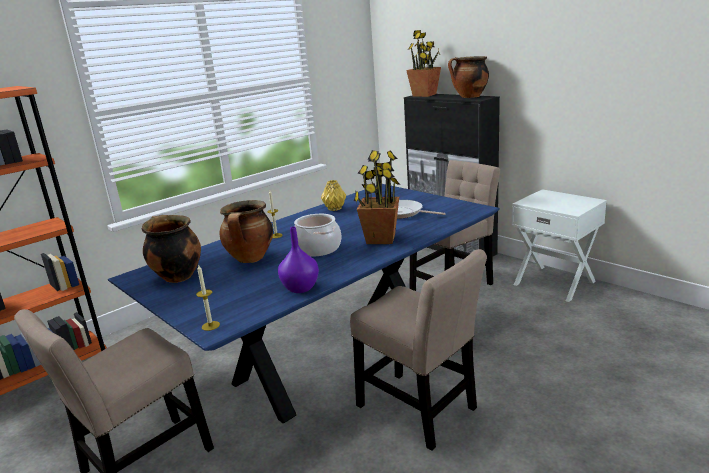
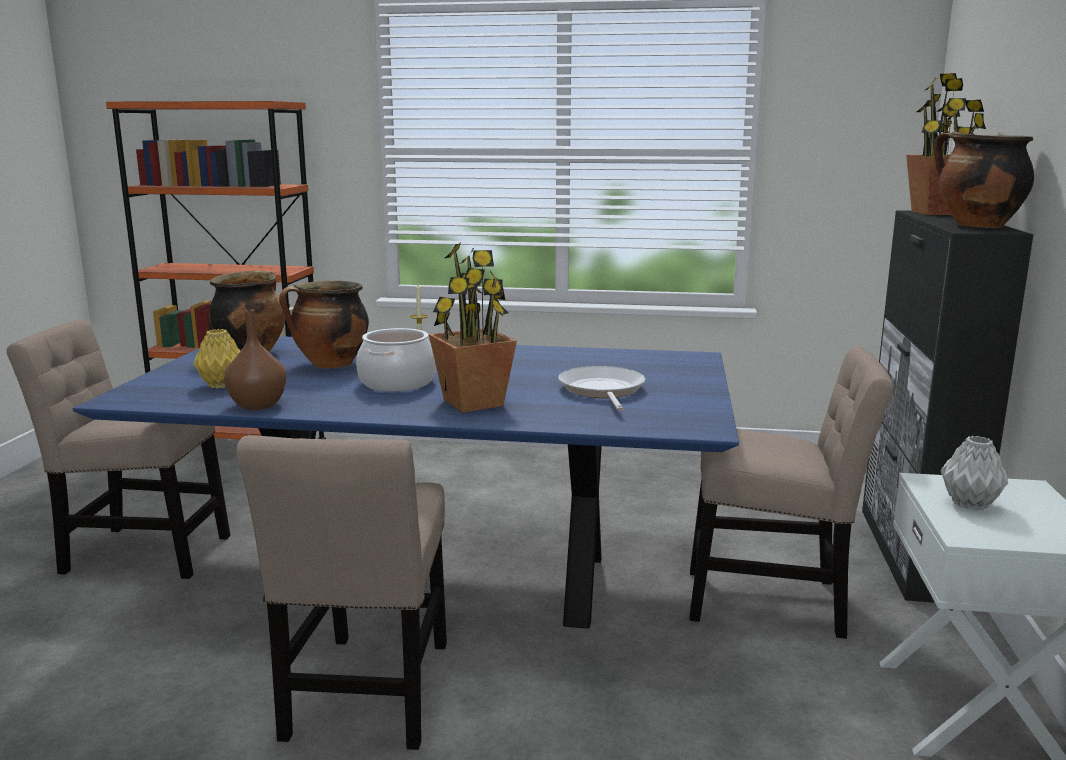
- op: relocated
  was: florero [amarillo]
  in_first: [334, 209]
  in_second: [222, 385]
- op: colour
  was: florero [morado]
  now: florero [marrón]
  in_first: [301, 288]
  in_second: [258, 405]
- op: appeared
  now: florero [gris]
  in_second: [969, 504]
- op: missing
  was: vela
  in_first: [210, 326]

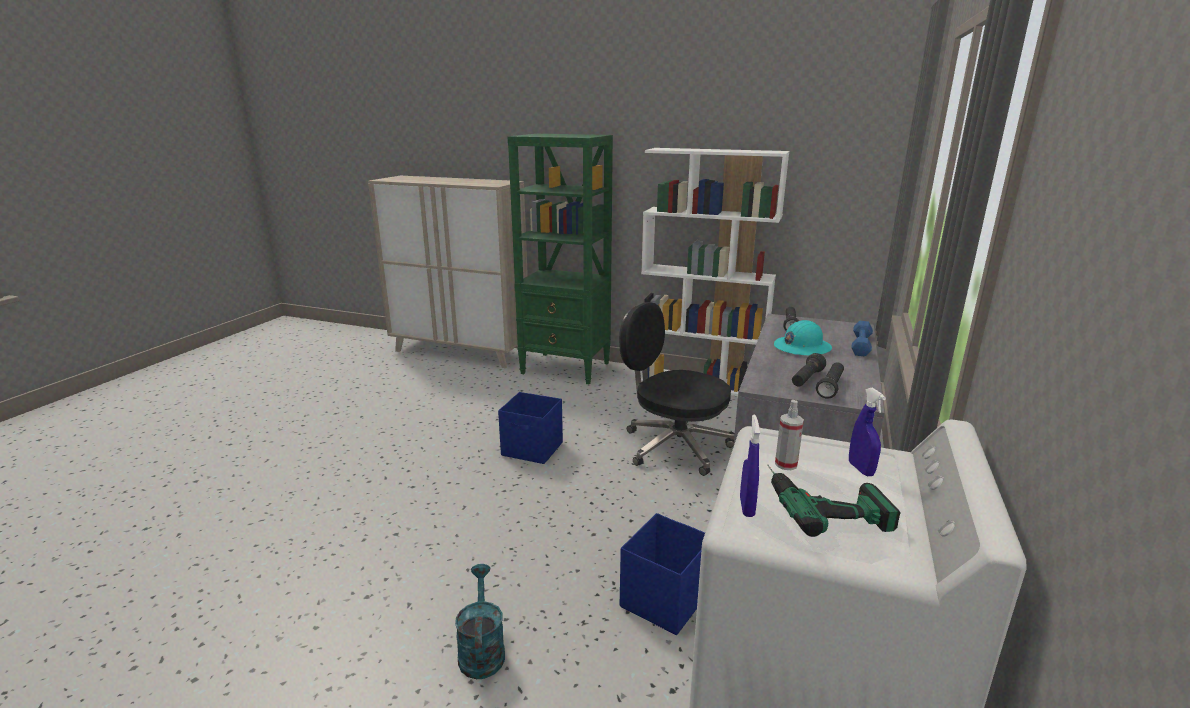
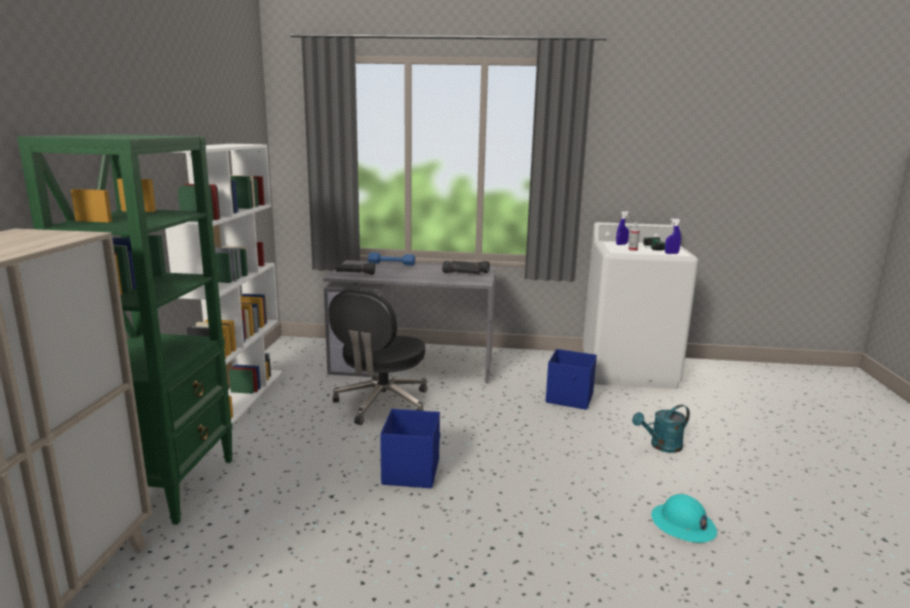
- op: relocated
  was: casco [turquesa]
  in_first: [801, 347]
  in_second: [683, 525]

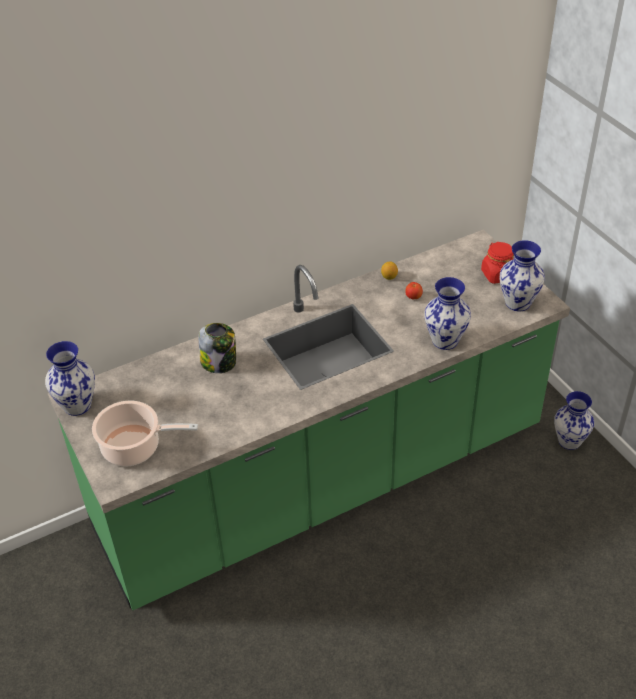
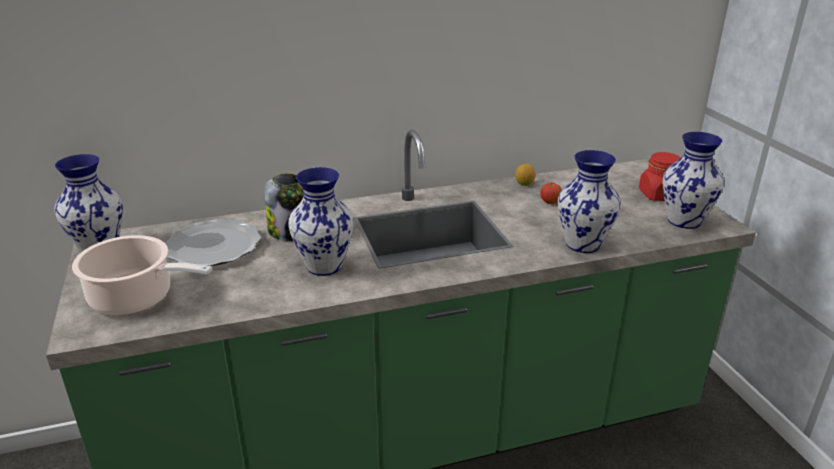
- op: appeared
  now: plato
  in_second: [213, 247]
- op: relocated
  was: florero
  in_first: [568, 441]
  in_second: [323, 265]

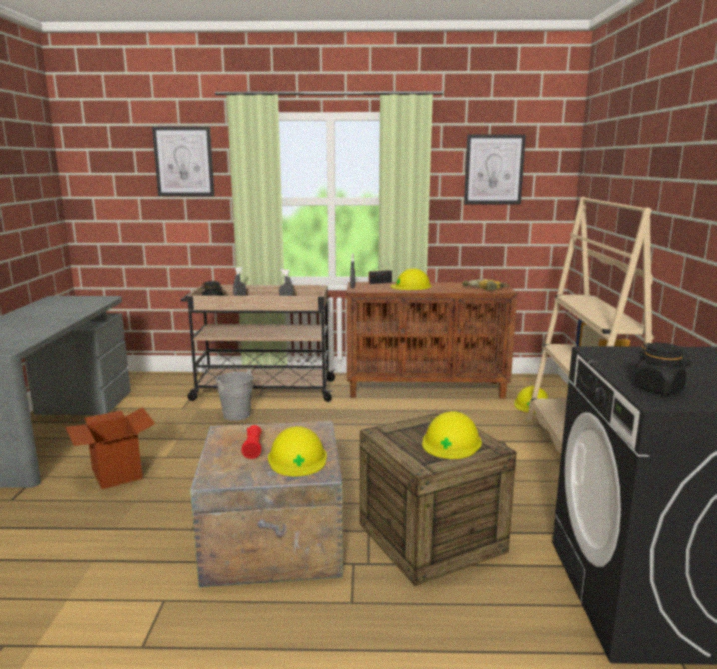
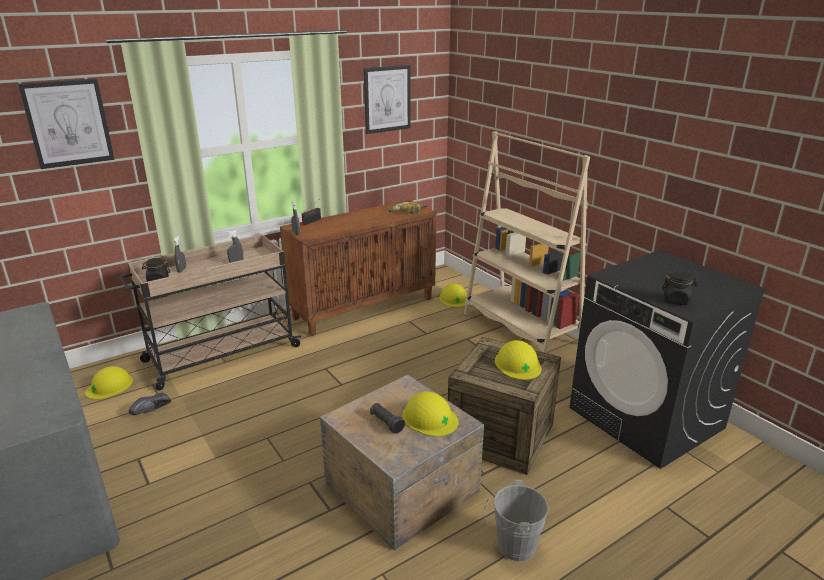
- op: relocated
  was: casco [amarillo]
  in_first: [411, 286]
  in_second: [109, 386]
- op: appeared
  now: zapato [negro]
  in_second: [153, 410]
- op: colour
  was: linterna [rojo]
  now: linterna [negro]
  in_first: [253, 448]
  in_second: [386, 423]
- op: relocated
  was: cubo [gris]
  in_first: [234, 414]
  in_second: [511, 545]
- op: missing
  was: caja de cartón
  in_first: [116, 473]

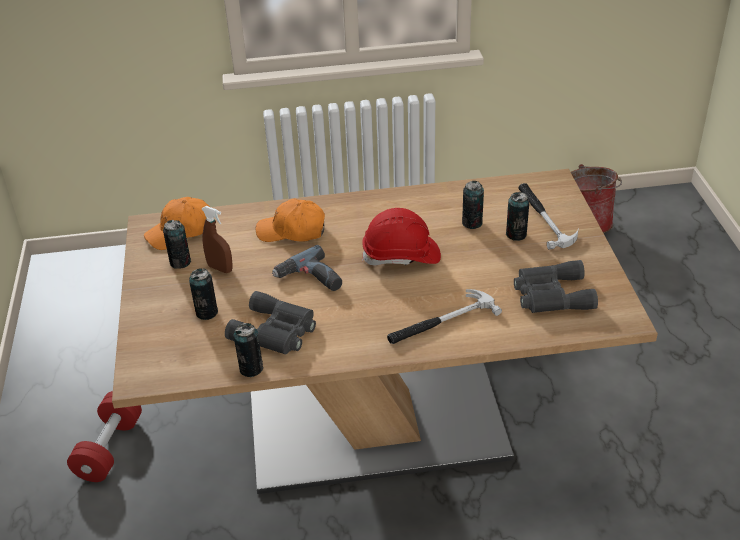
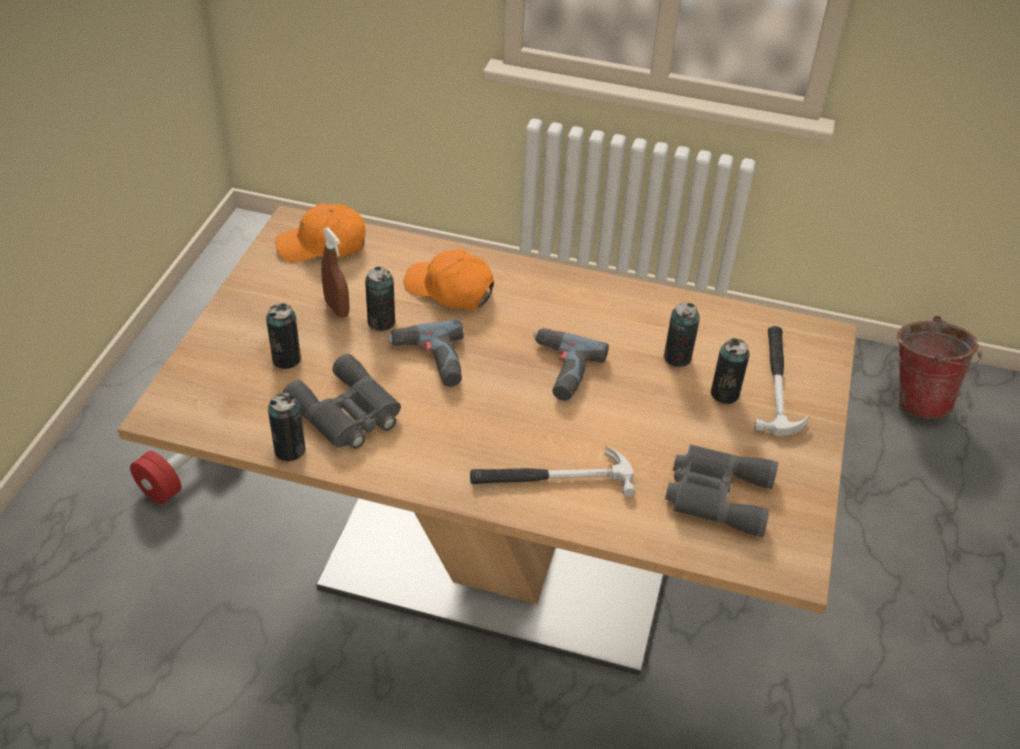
- op: relocated
  was: lata
  in_first: [180, 262]
  in_second: [381, 322]
- op: exchanged
  was: casco [rojo]
  now: taladro
  in_first: [401, 256]
  in_second: [559, 370]

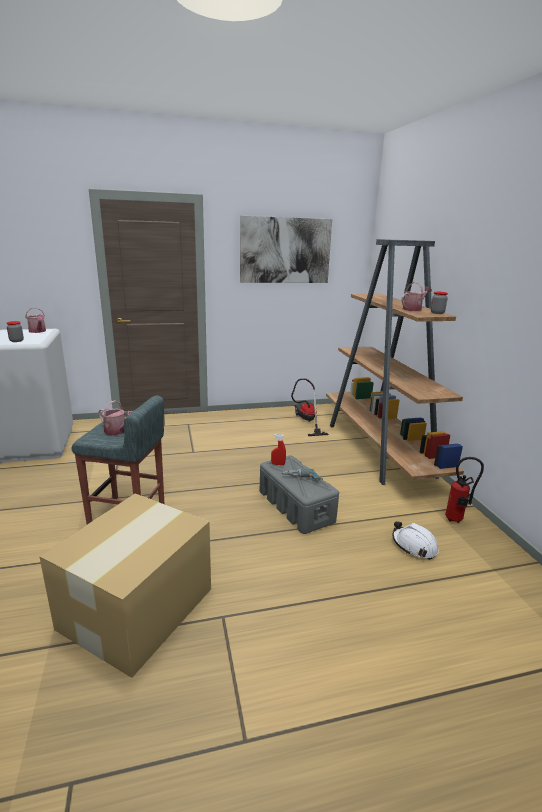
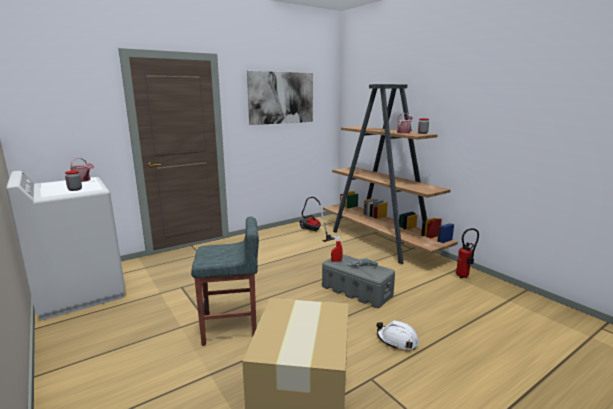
- op: relocated
  was: casco [blanco]
  in_first: [414, 546]
  in_second: [397, 340]
- op: missing
  was: regadera
  in_first: [118, 431]

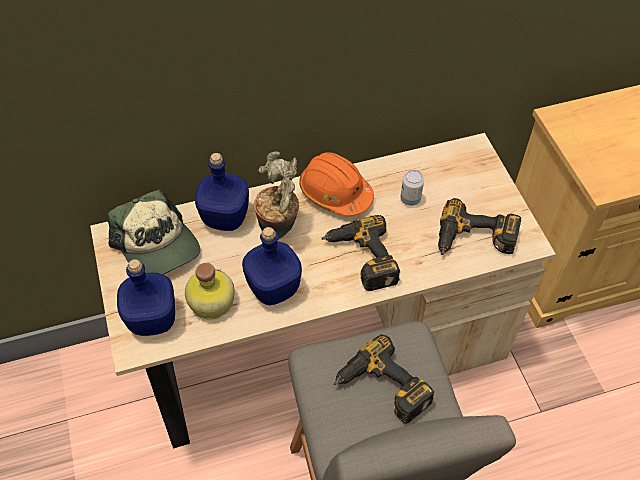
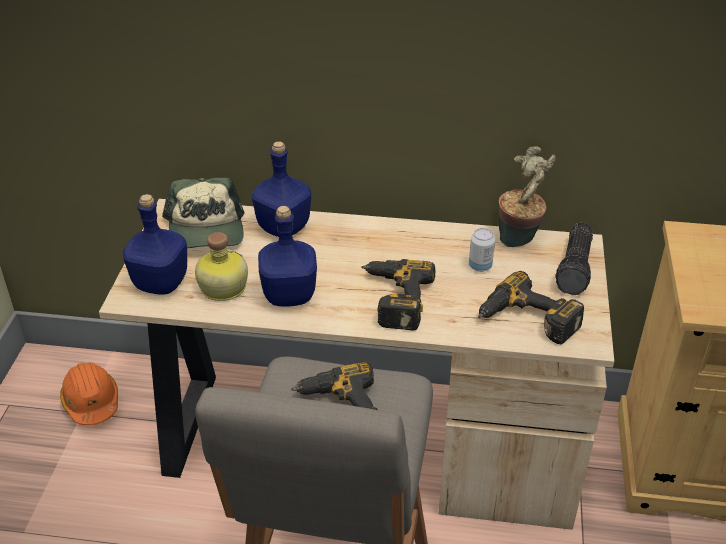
- op: relocated
  was: casco [naranja]
  in_first: [335, 193]
  in_second: [91, 402]
- op: relocated
  was: planta en maceta
  in_first: [280, 229]
  in_second: [520, 240]
- op: appeared
  now: linterna
  in_second: [576, 268]

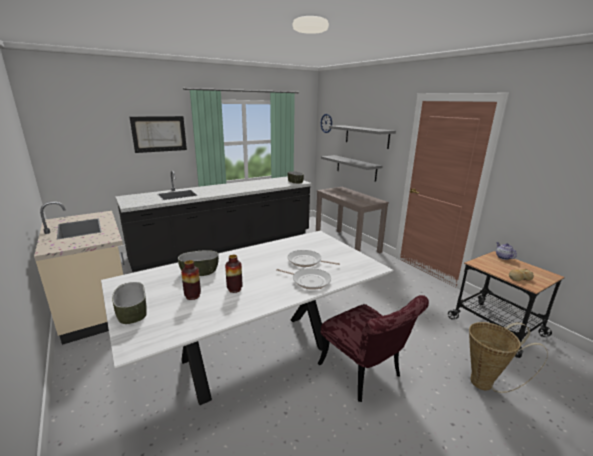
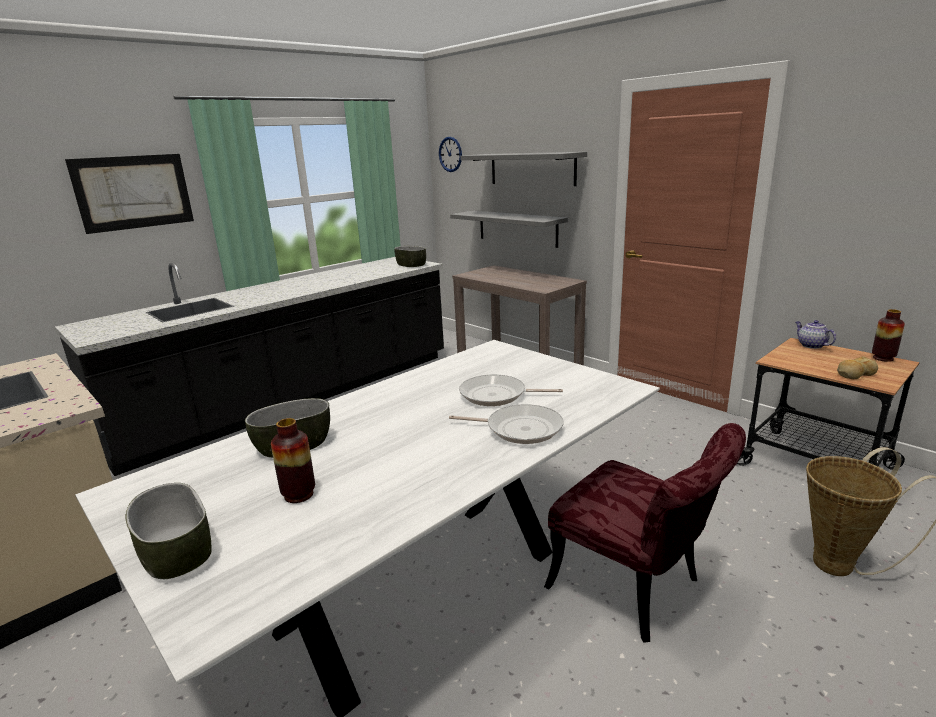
- op: relocated
  was: florero
  in_first: [234, 289]
  in_second: [883, 358]

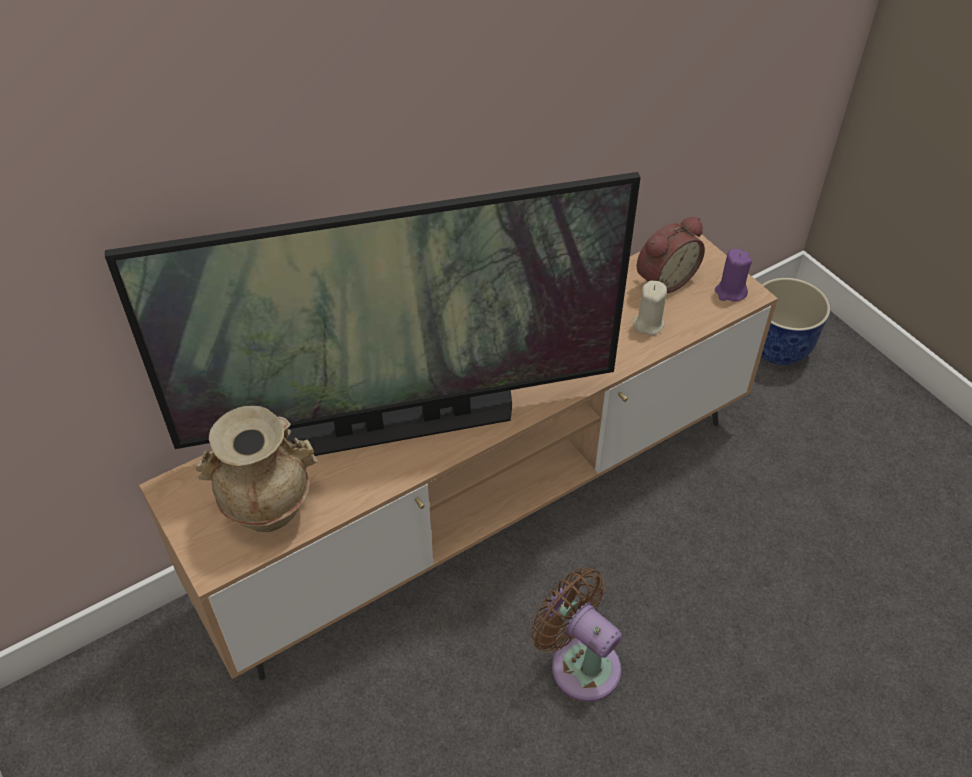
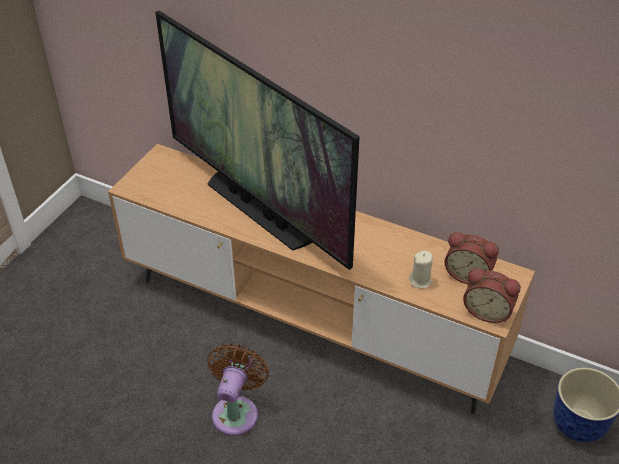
- op: exchanged
  was: vela [morado]
  now: despertador
  in_first: [730, 292]
  in_second: [488, 310]
- op: missing
  was: florero [beis]
  in_first: [268, 509]

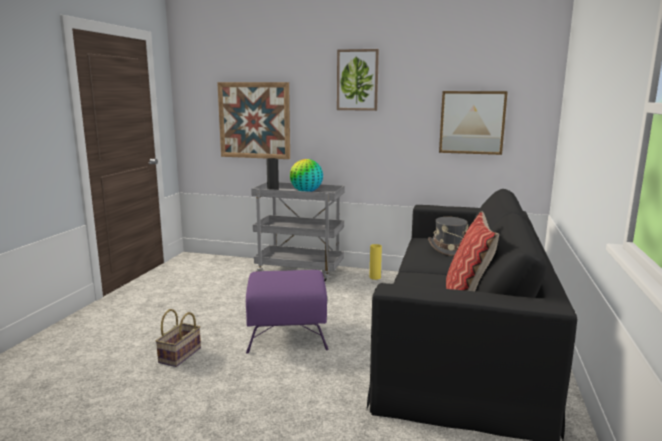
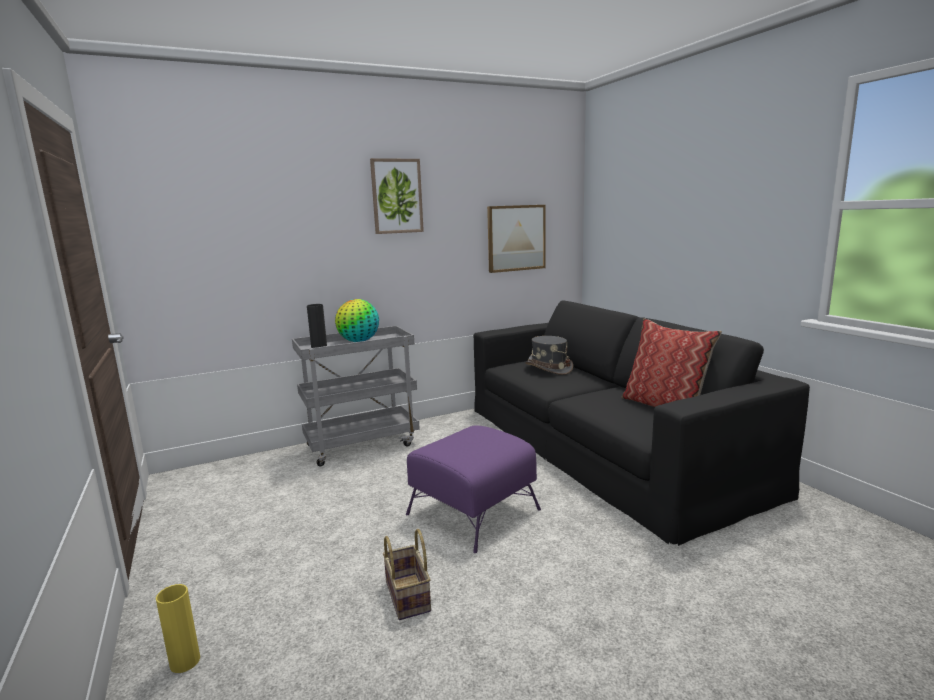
- op: relocated
  was: florero [amarillo]
  in_first: [375, 277]
  in_second: [185, 662]
- op: missing
  was: cuadro
  in_first: [254, 120]

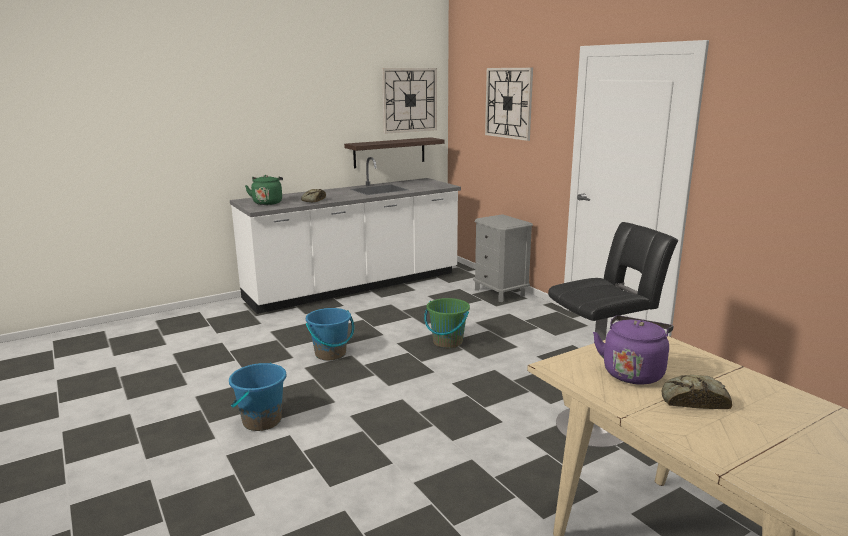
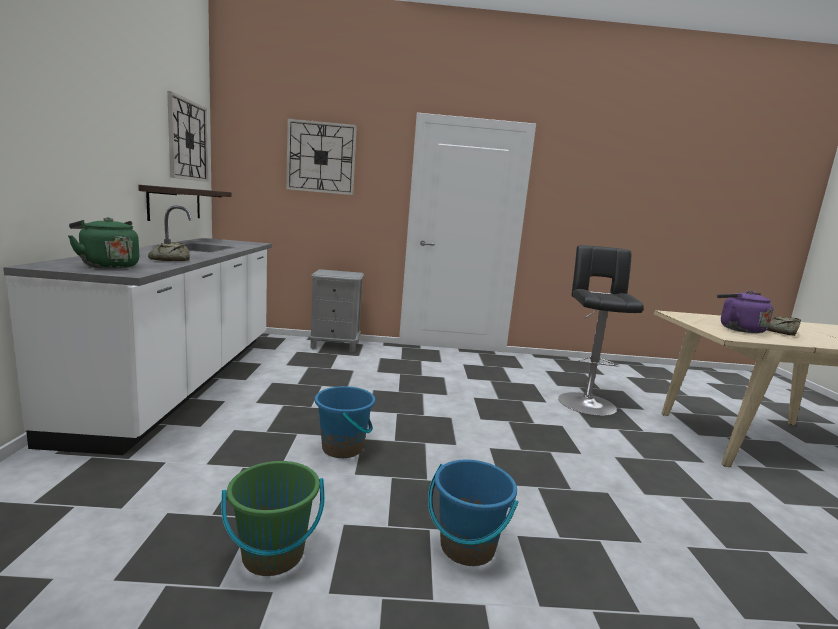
- op: relocated
  was: cubo [verde]
  in_first: [447, 342]
  in_second: [273, 555]

